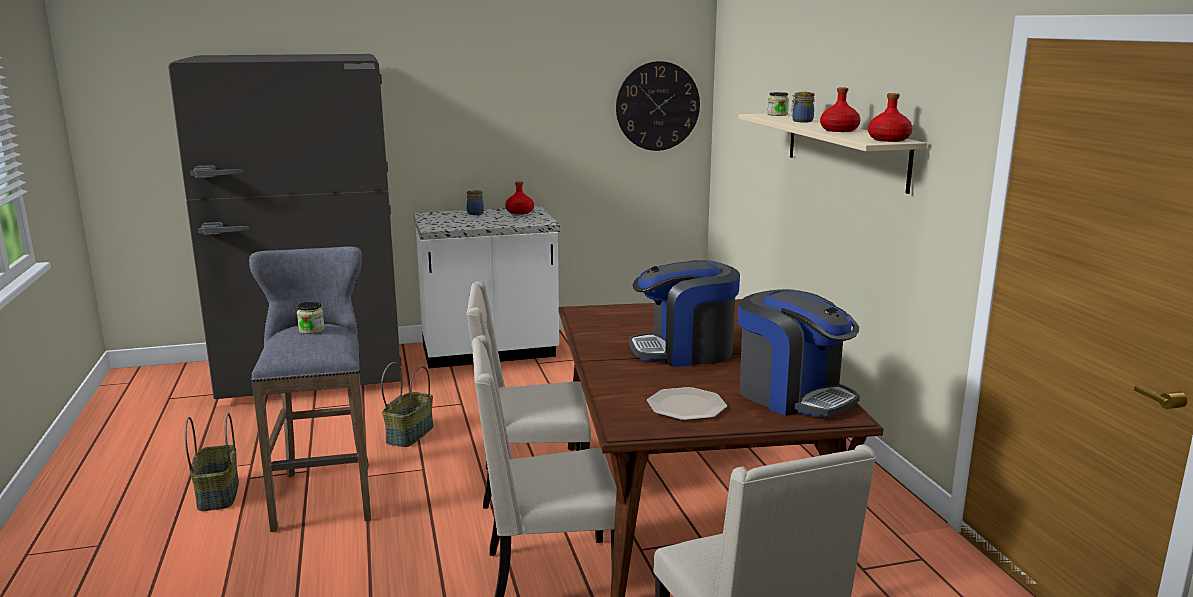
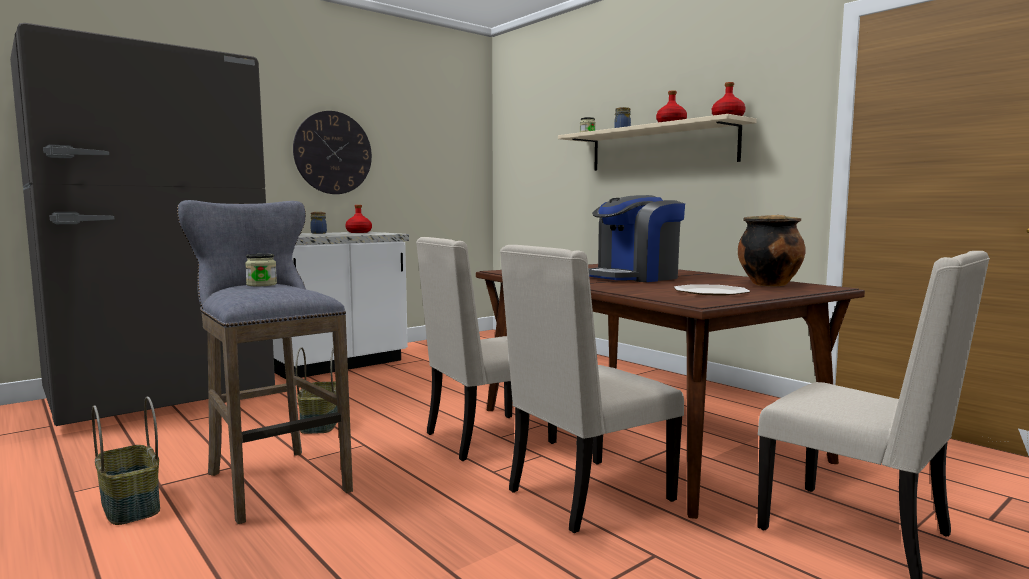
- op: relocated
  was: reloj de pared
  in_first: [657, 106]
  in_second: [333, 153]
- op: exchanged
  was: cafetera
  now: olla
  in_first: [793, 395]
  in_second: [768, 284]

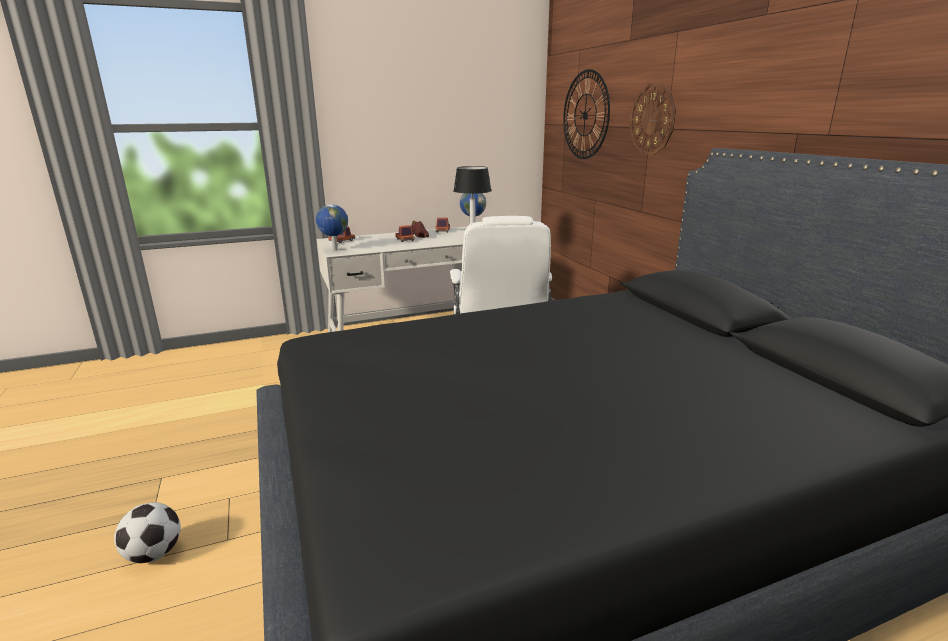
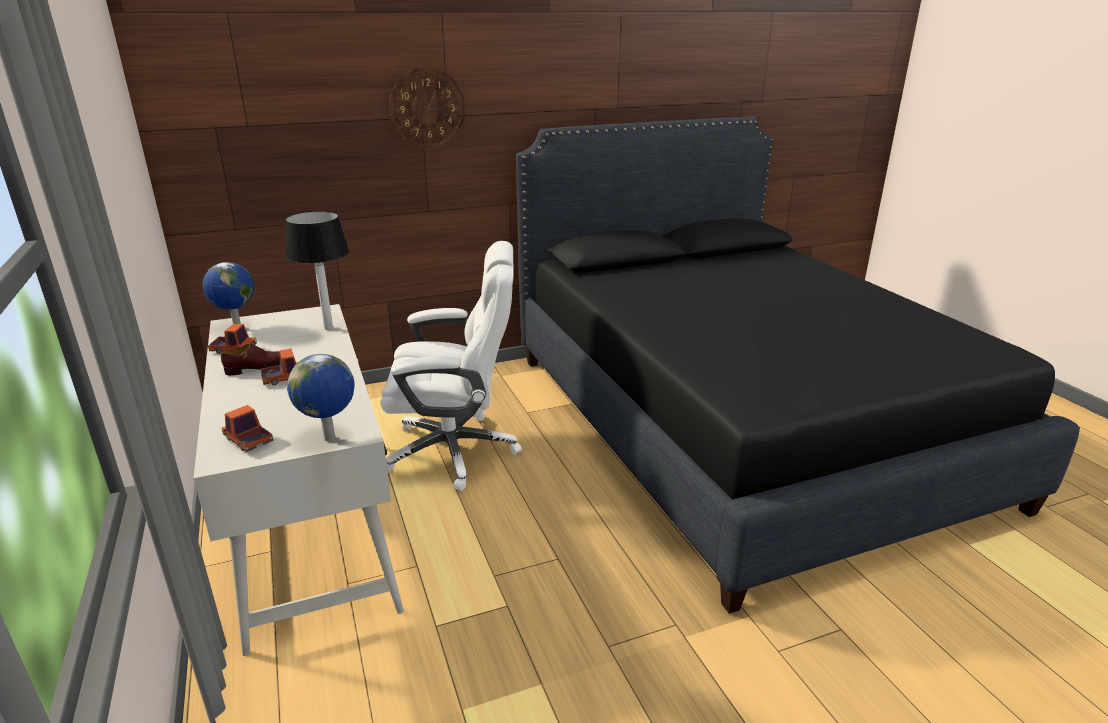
- op: missing
  was: balón de fútbol
  in_first: [154, 554]
- op: missing
  was: reloj de pared
  in_first: [585, 115]

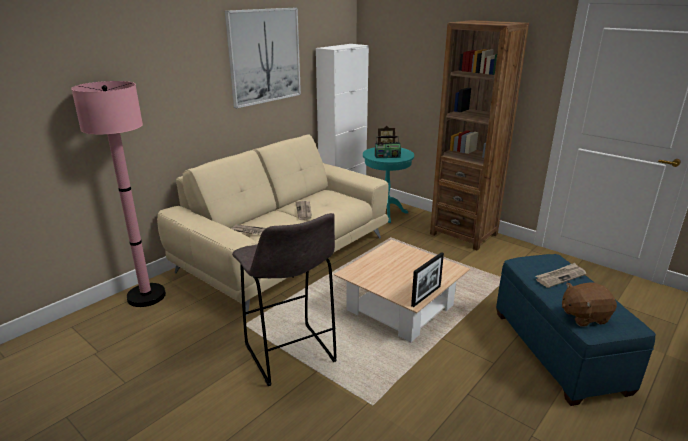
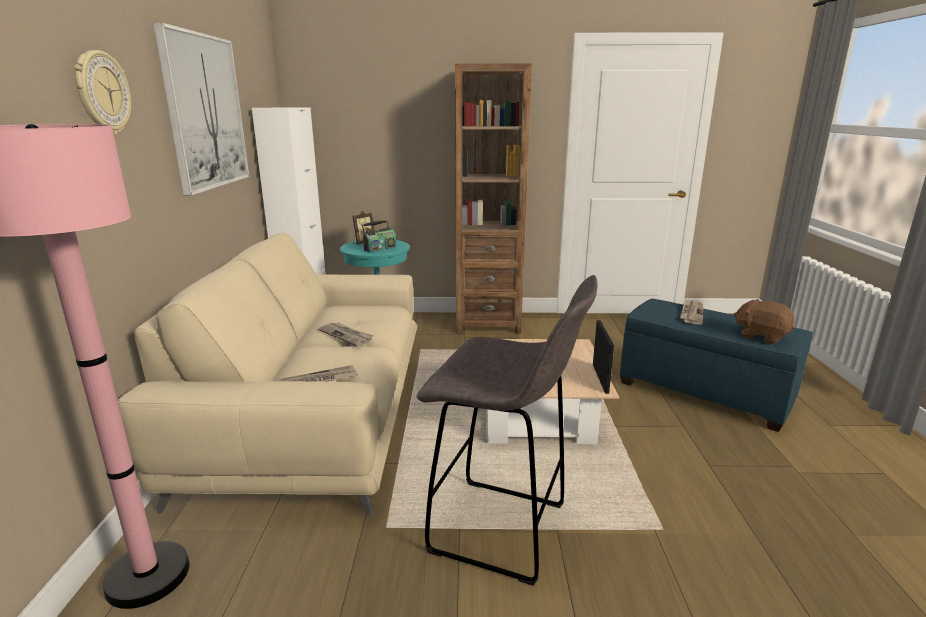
- op: appeared
  now: reloj de pared
  in_second: [102, 93]
- op: spun
  was: peluche [marrón]
  in_first: [584, 316]
  in_second: [761, 336]
  clockwise: 90

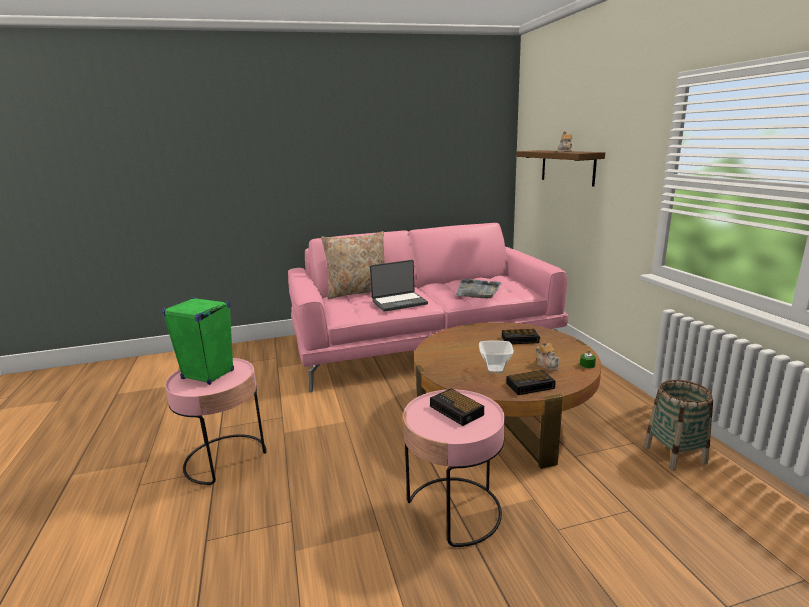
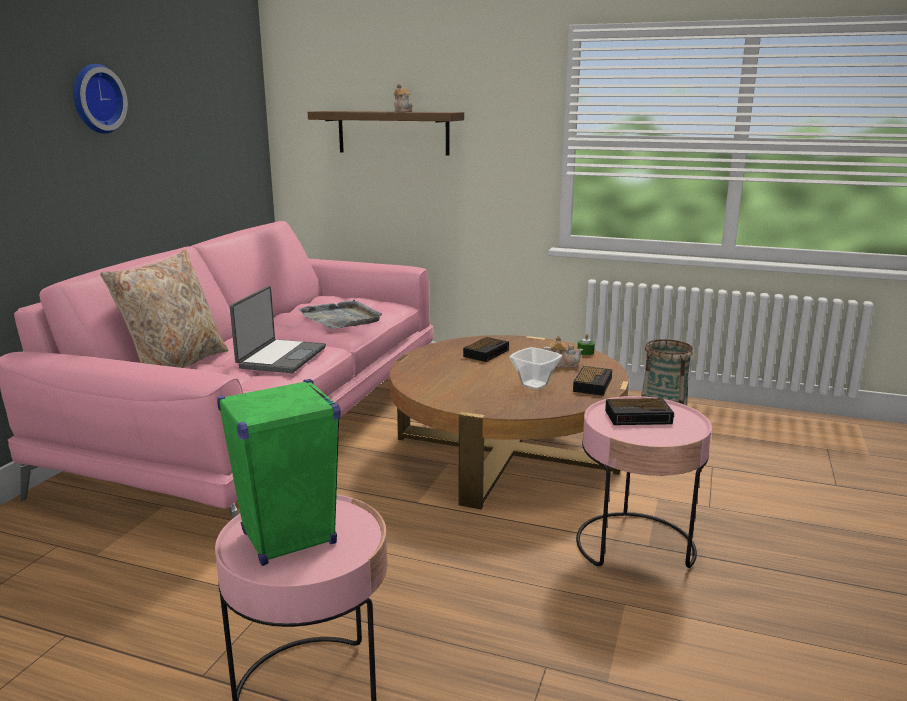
- op: appeared
  now: reloj de pared
  in_second: [95, 99]

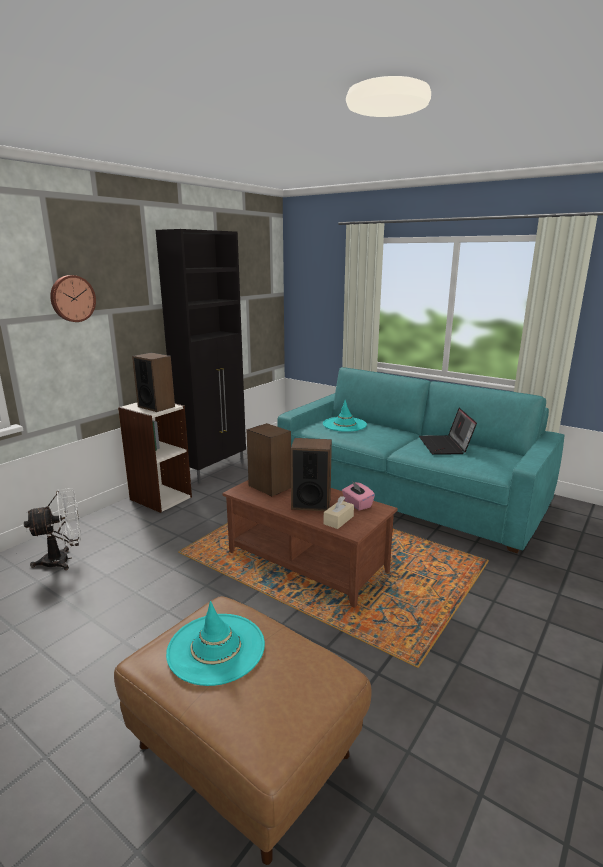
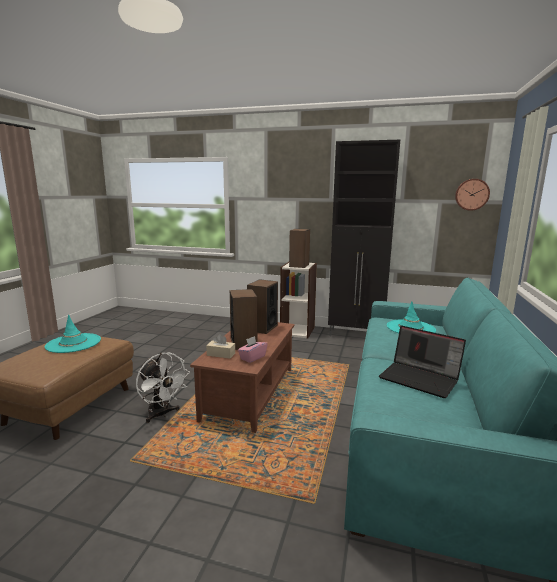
- op: relocated
  was: ventilador [blanco]
  in_first: [63, 560]
  in_second: [162, 414]
- op: spun
  was: portátil
  in_first: [445, 446]
  in_second: [420, 378]
  clockwise: -120
- op: relocated
  was: reloj de pared
  in_first: [72, 298]
  in_second: [471, 194]

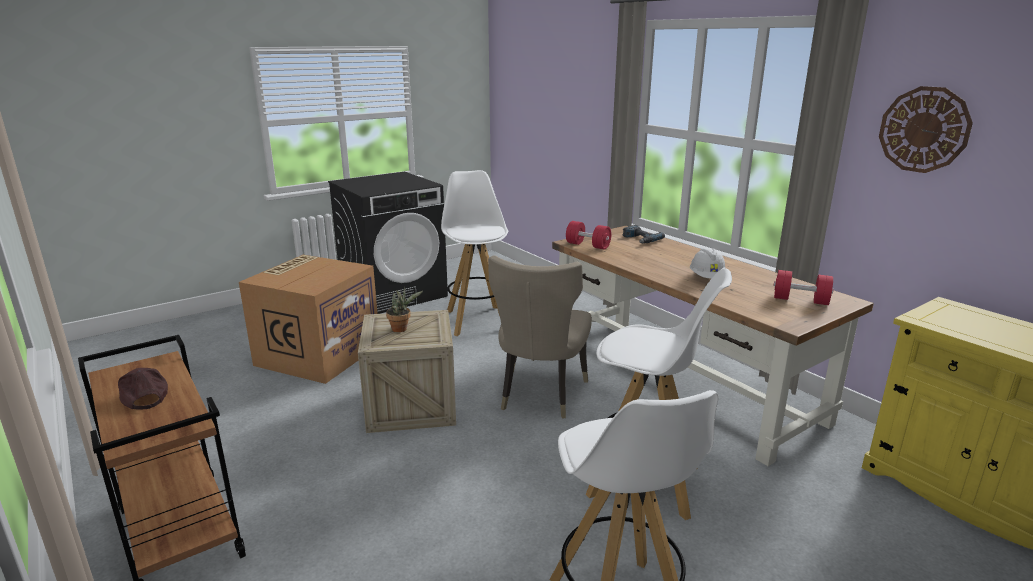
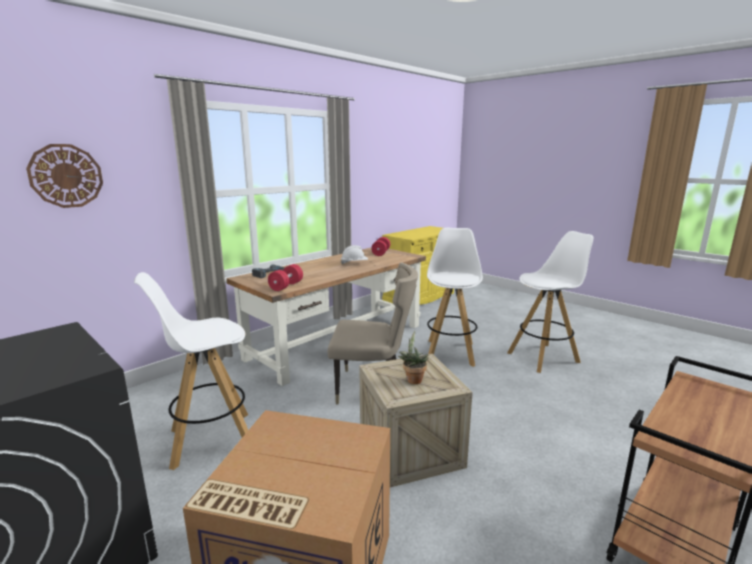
- op: relocated
  was: reloj de pared
  in_first: [924, 129]
  in_second: [66, 176]
- op: missing
  was: gorra [marrón]
  in_first: [143, 395]

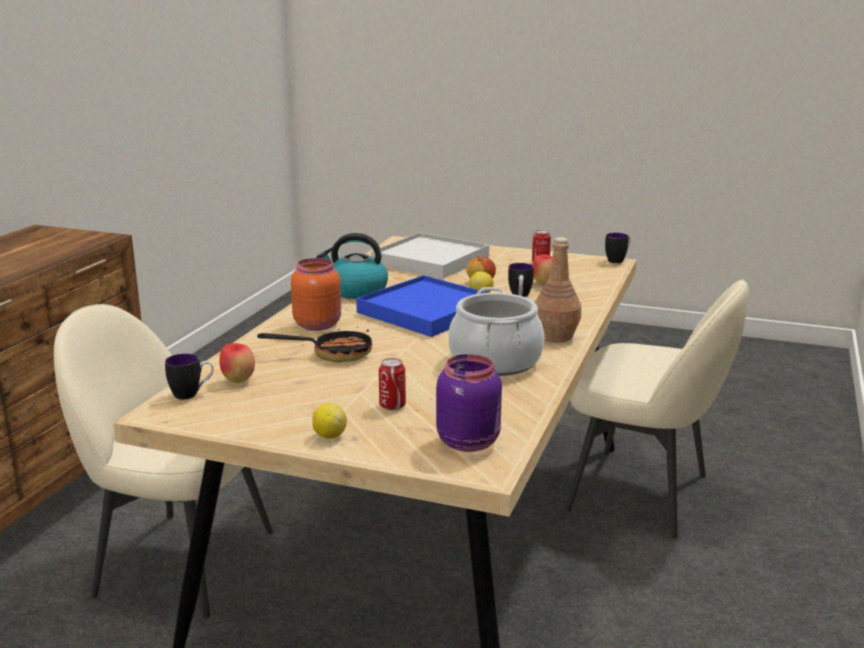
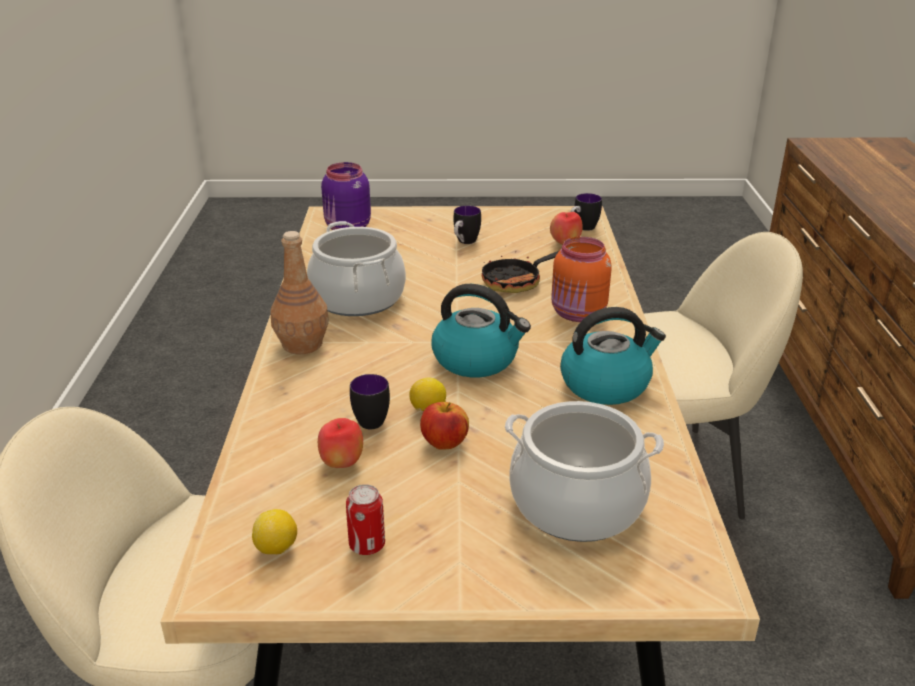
- op: relocated
  was: limón
  in_first: [329, 435]
  in_second: [277, 549]
- op: exchanged
  was: bandeja [azul]
  now: hervidor
  in_first: [427, 311]
  in_second: [477, 359]
- op: relocated
  was: taza grande
  in_first: [618, 260]
  in_second: [464, 242]
- op: exchanged
  was: bandeja [blanco]
  now: olla
  in_first: [430, 260]
  in_second: [576, 503]
- op: missing
  was: lata
  in_first: [392, 406]

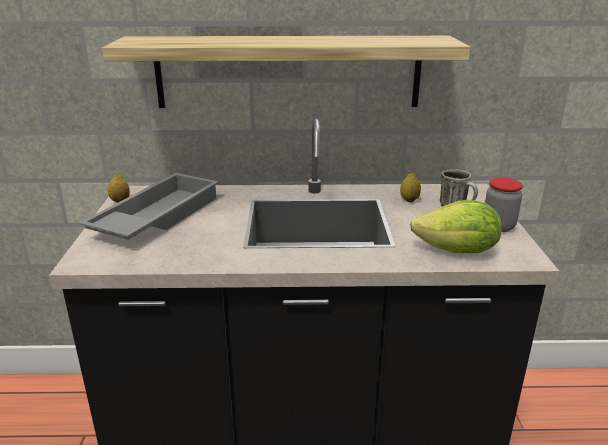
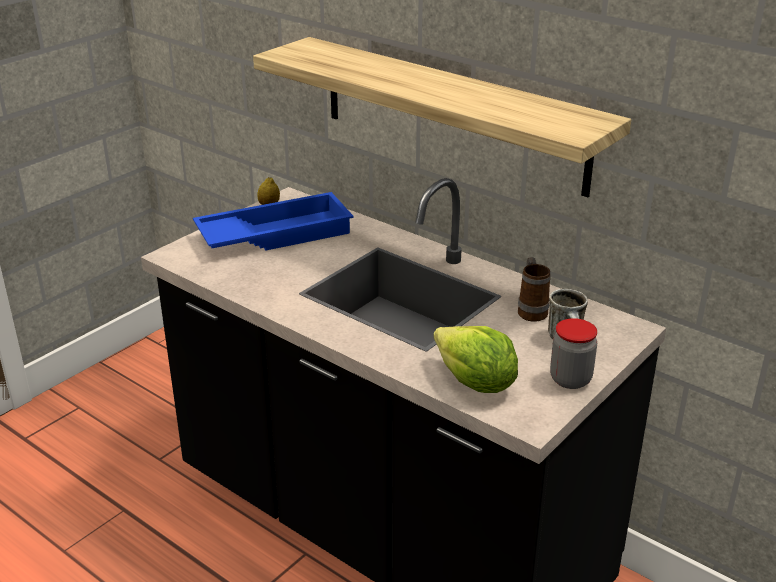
- op: colour
  was: bandeja [gris]
  now: bandeja [azul]
  in_first: [156, 216]
  in_second: [275, 233]
- op: exchanged
  was: limón
  now: taza grande
  in_first: [409, 200]
  in_second: [531, 310]

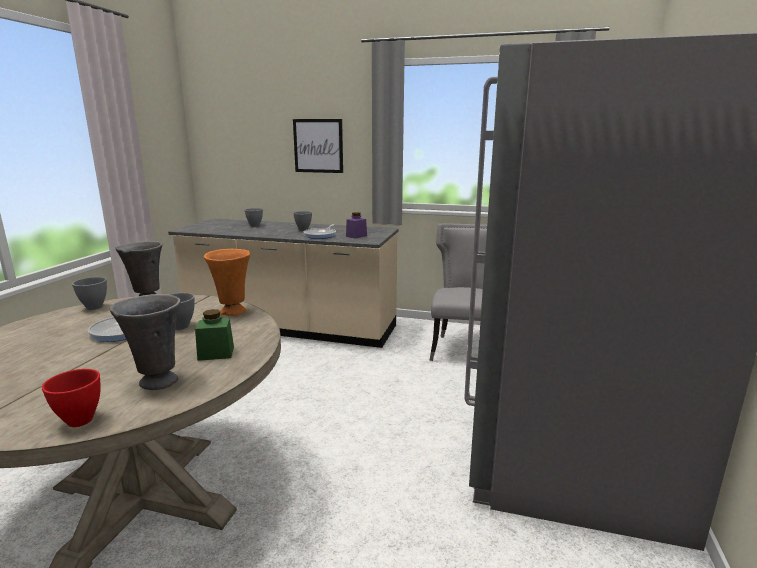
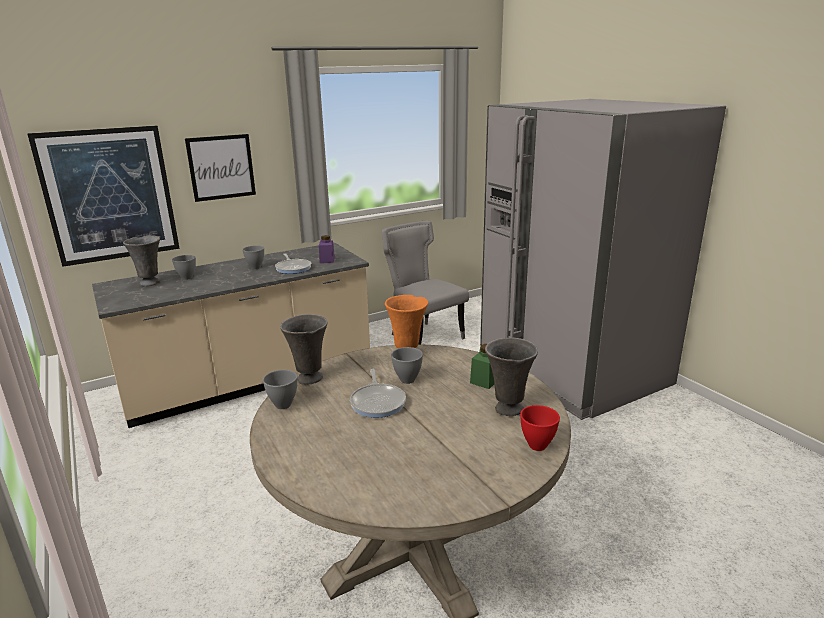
- op: appeared
  now: cuadro
  in_second: [109, 195]
- op: appeared
  now: florero [gris]
  in_second: [150, 283]

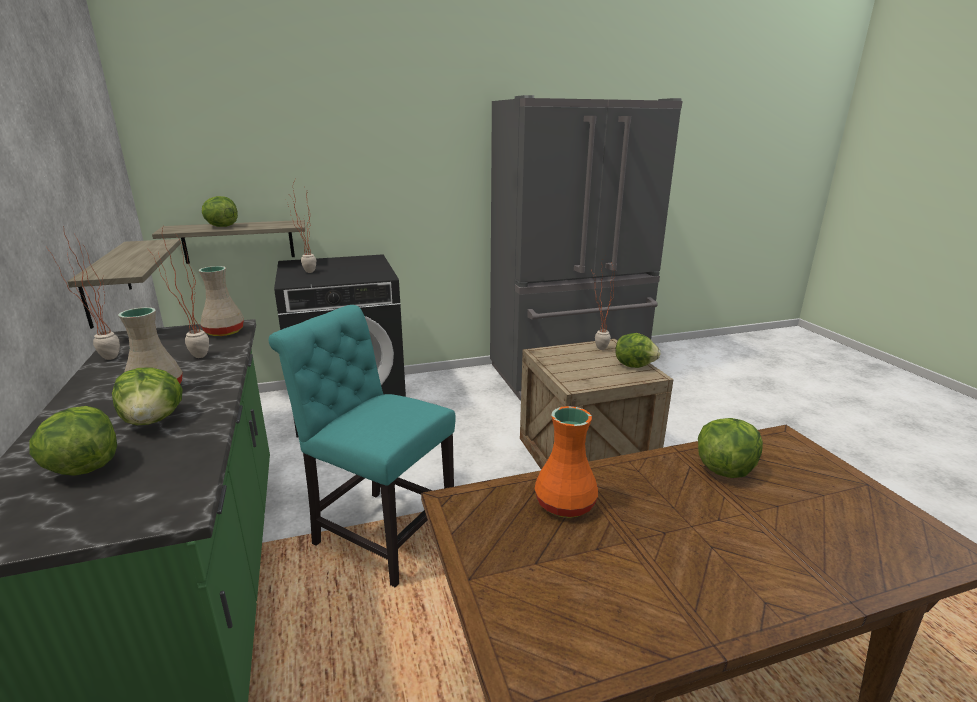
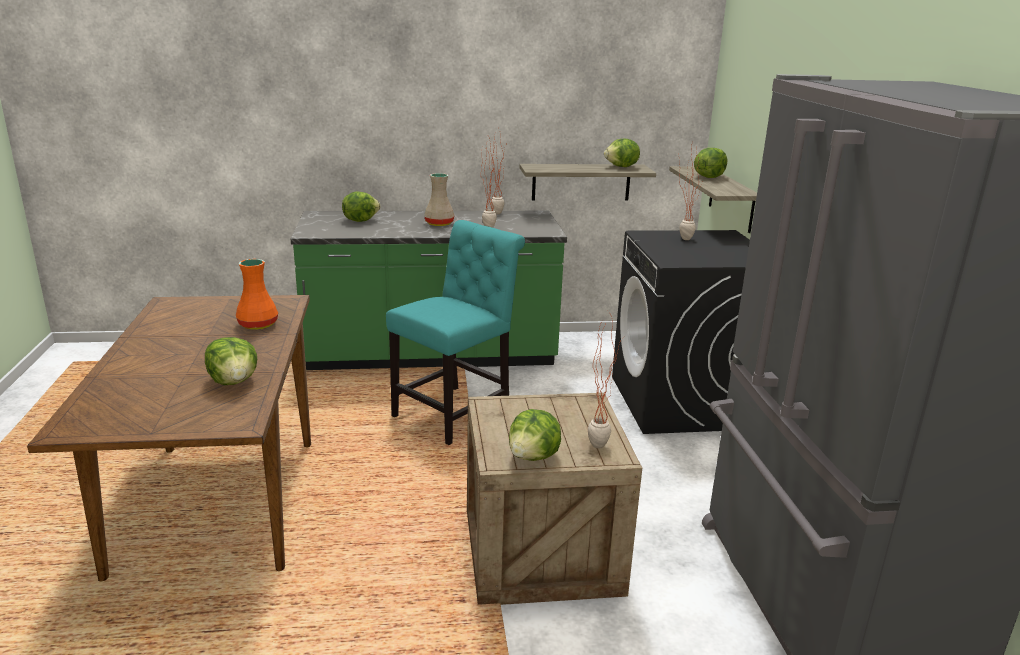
- op: relocated
  was: lechuga
  in_first: [154, 420]
  in_second: [622, 167]
- op: missing
  was: florero [beis]
  in_first: [225, 331]

